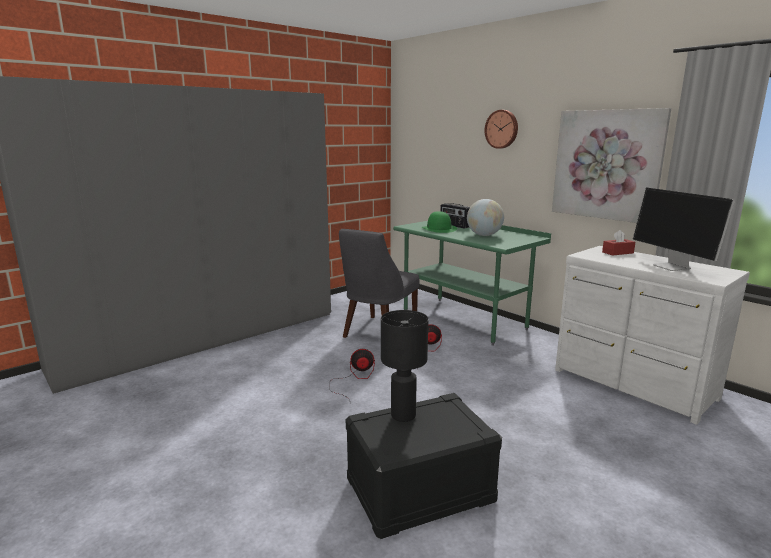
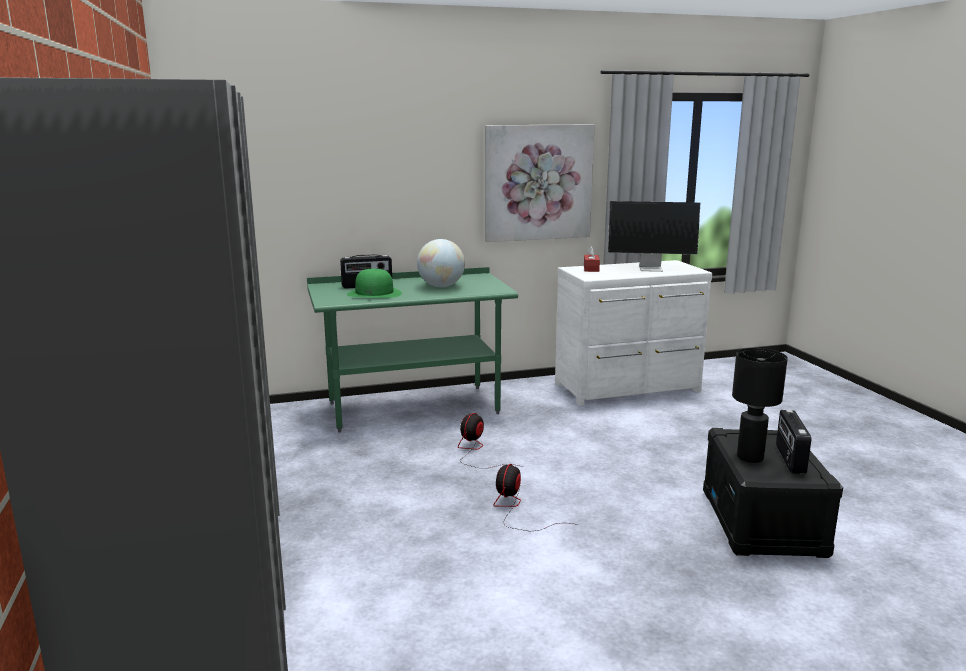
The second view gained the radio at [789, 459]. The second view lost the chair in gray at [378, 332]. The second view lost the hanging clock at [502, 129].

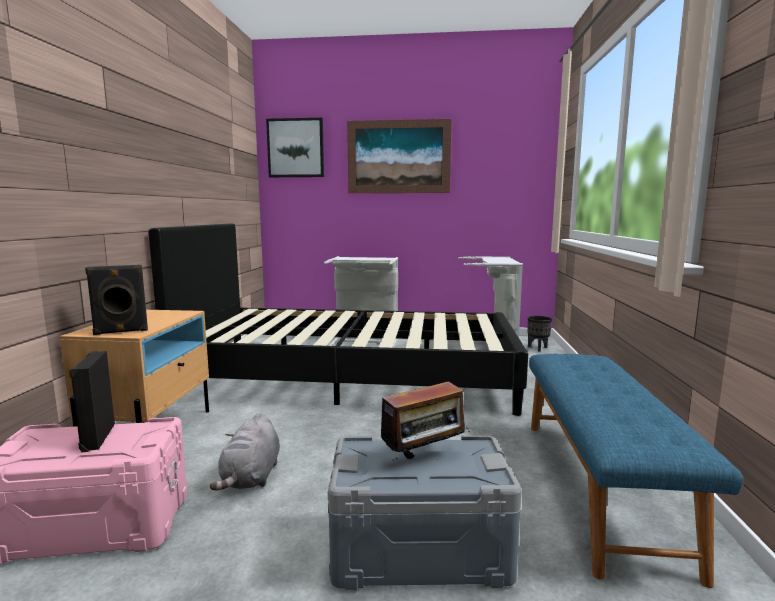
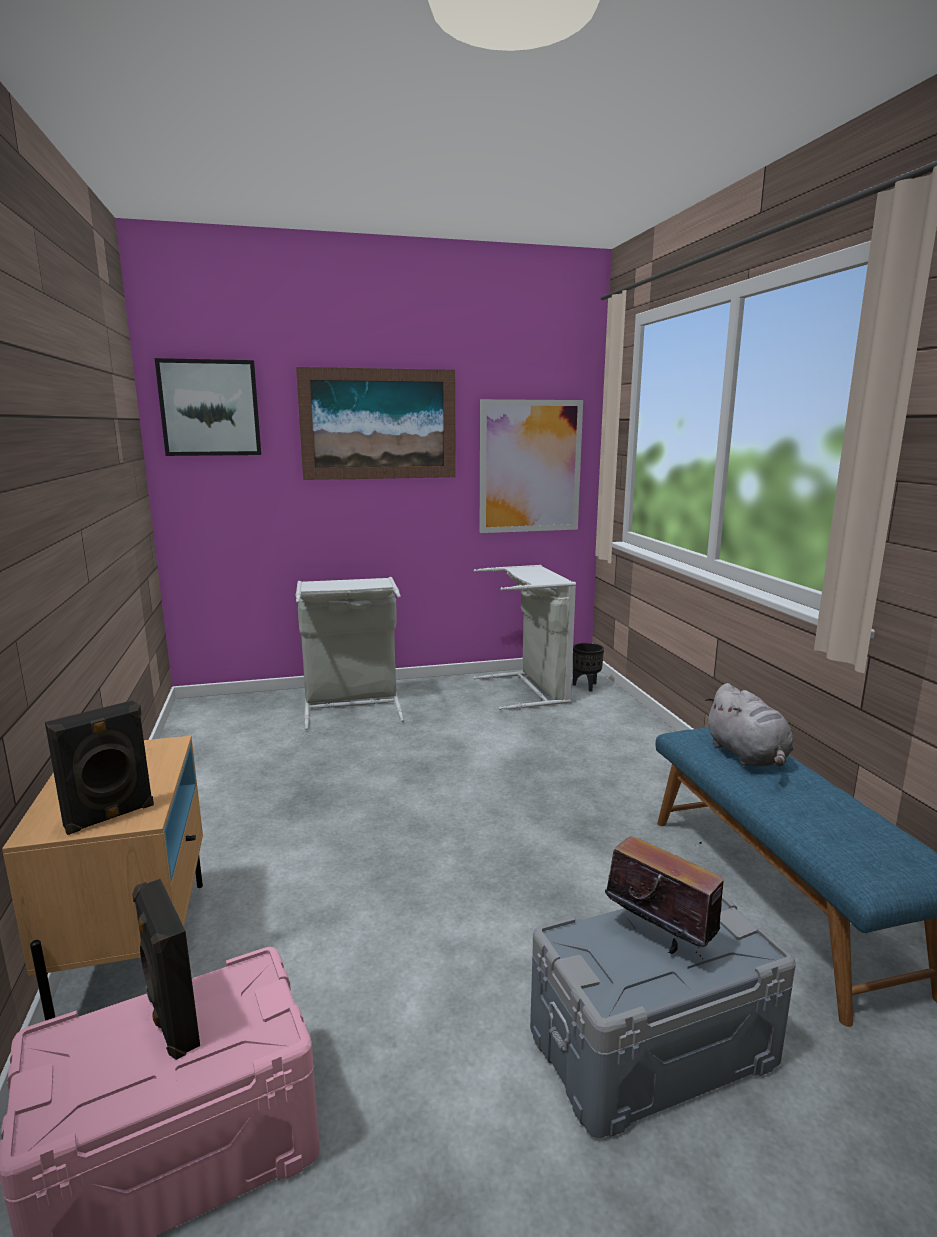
The second view gained the wall picture at [530, 466]. The radio at [424, 458] ended up facing another way, 90 degrees counterclockwise from before. The soft toy in gray ended up elsewhere, having gone from [251, 477] to [748, 756]. The second view lost the bedroom bed in black-coloured at [351, 378].

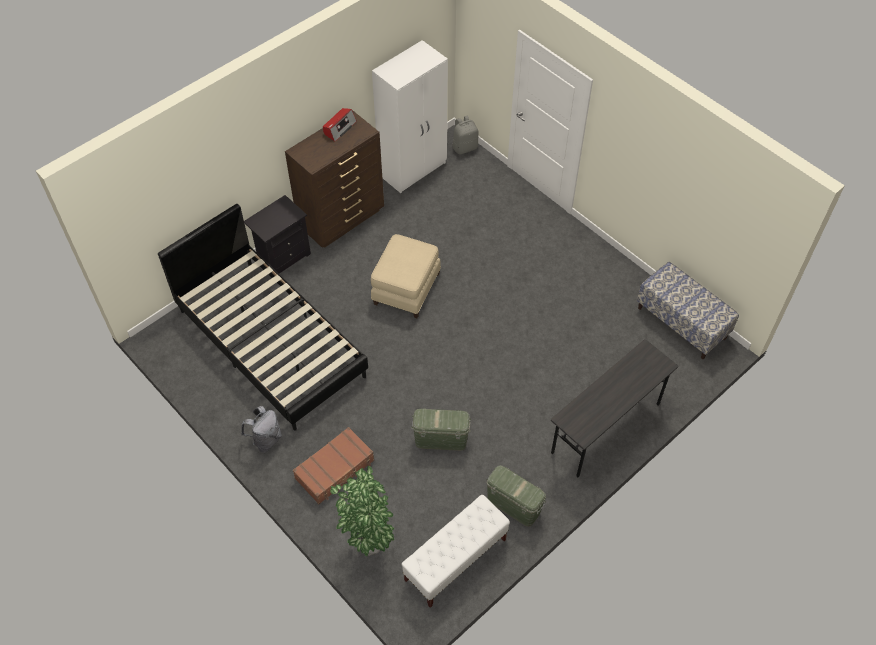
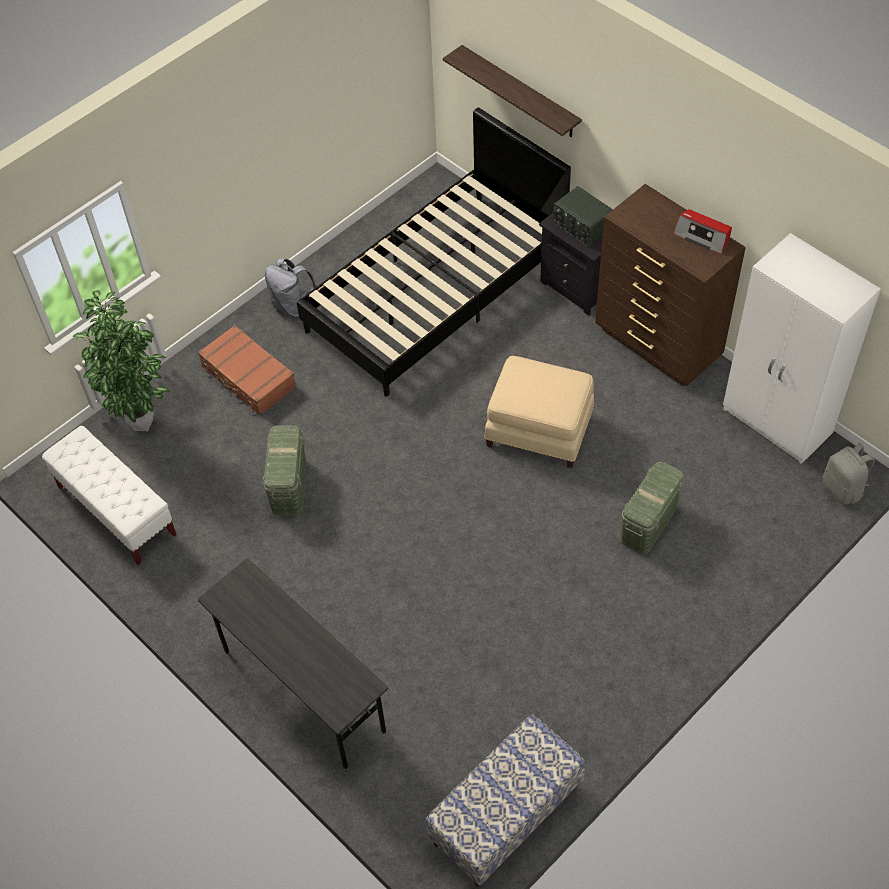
The second view gained the bracket shelf at [520, 92]. The second view gained the radio at [581, 226]. The storage container in green-coloured ended up elsewhere, having gone from [514, 505] to [649, 523].

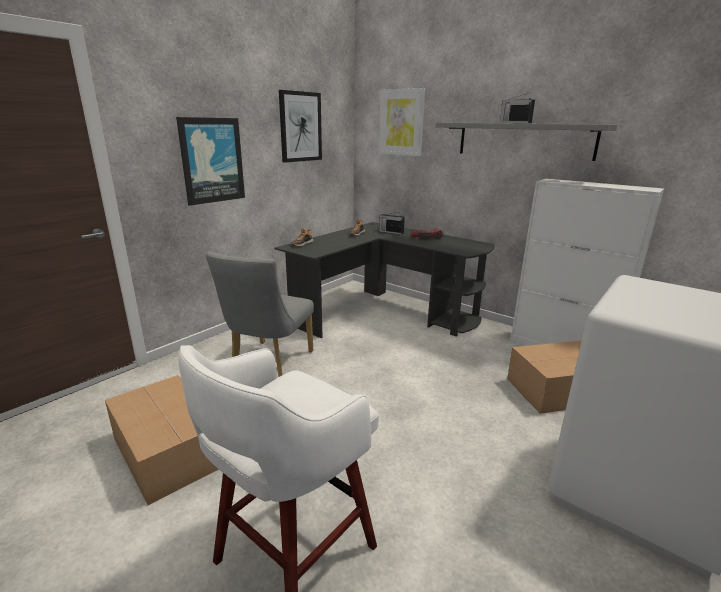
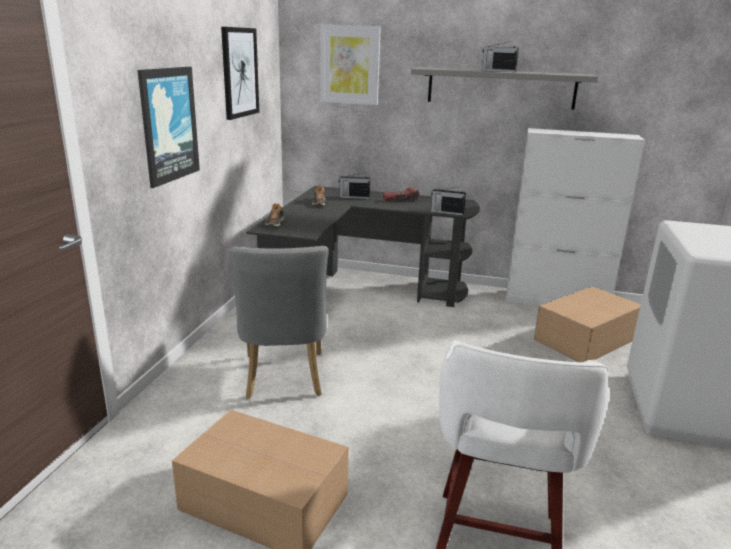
The second view gained the radio at [446, 212].

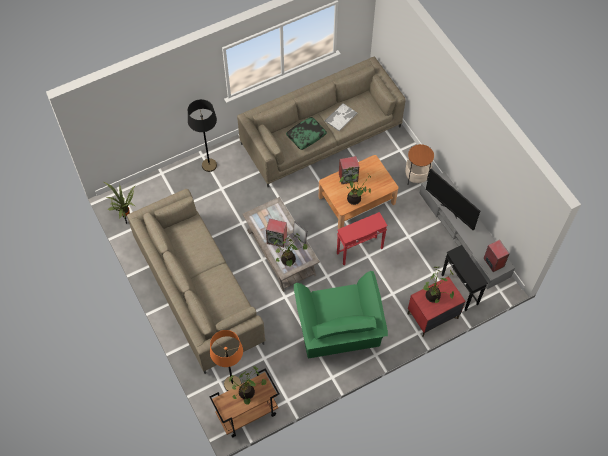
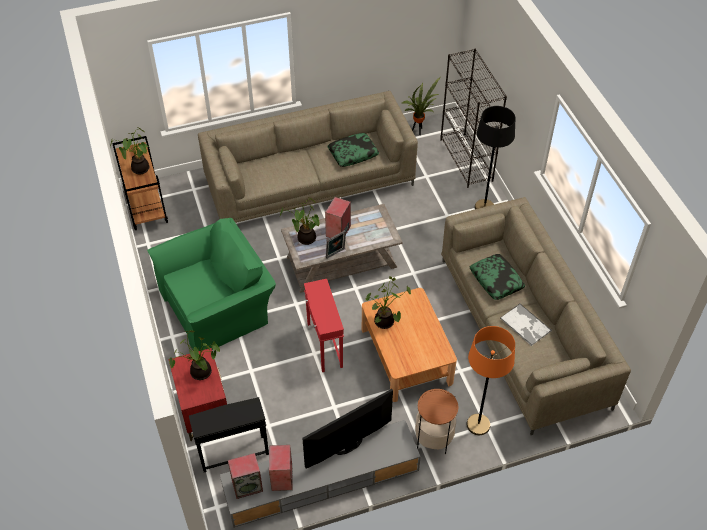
The armchair in green-coloured at [339, 329] ended up facing another way, 150 degrees clockwise from before. The speaker ended up elsewhere, having gone from [348, 177] to [282, 478]. The second view gained the throw pillow at [353, 153]. The second view gained the bookshelf in black-coloured at [466, 160]. The standard lamp in orange-coloured ended up elsewhere, having gone from [232, 384] to [478, 425].

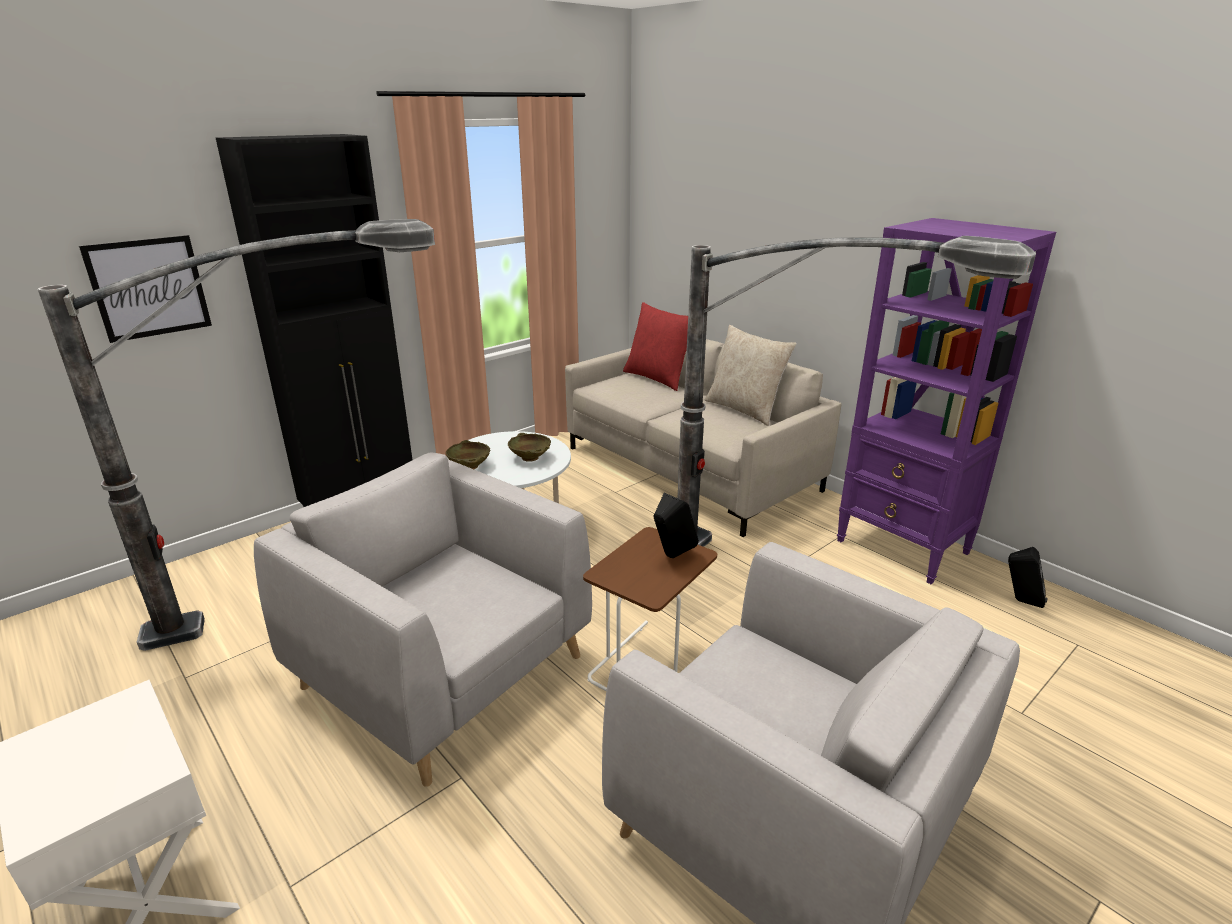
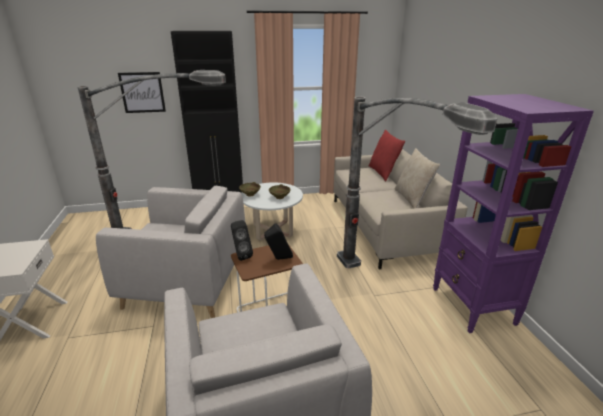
The armchair in gray at [443, 670] ended up facing another way, 120 degrees clockwise from before. The speaker in black-coloured ended up elsewhere, having gone from [1020, 601] to [241, 255].

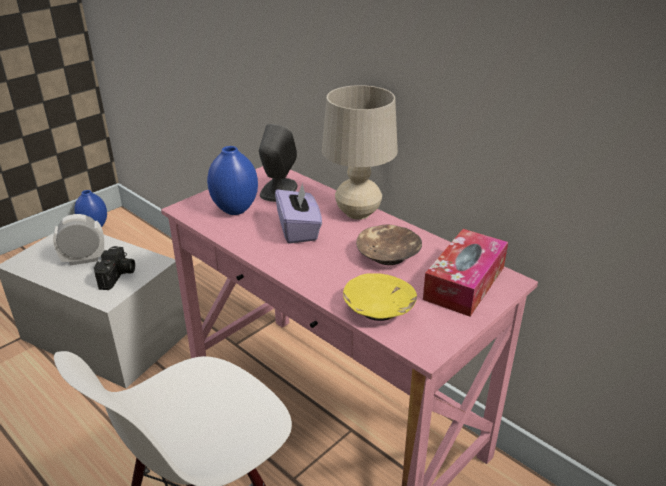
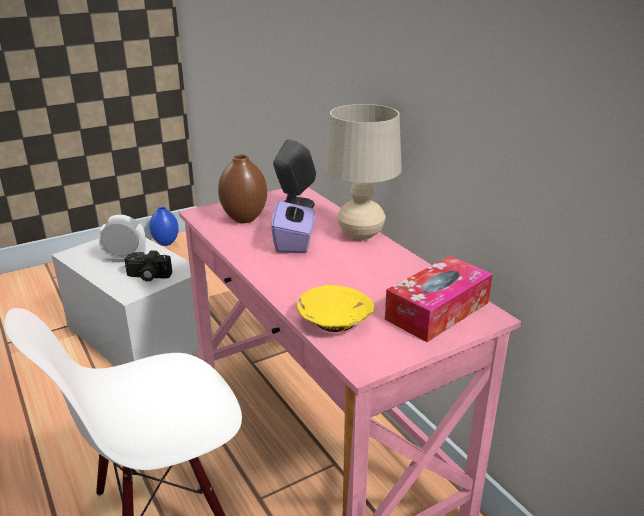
The photo camera at [118, 276] ended up facing another way, 75 degrees clockwise from before. What was the flower vase in bluish at [235, 210] turned into the flower vase in brown at [244, 219]. The second view lost the serving bowl in brown at [388, 255].

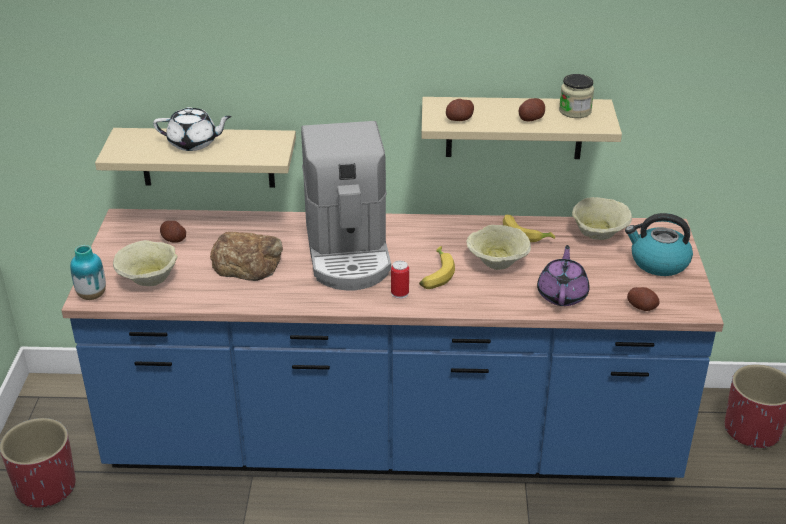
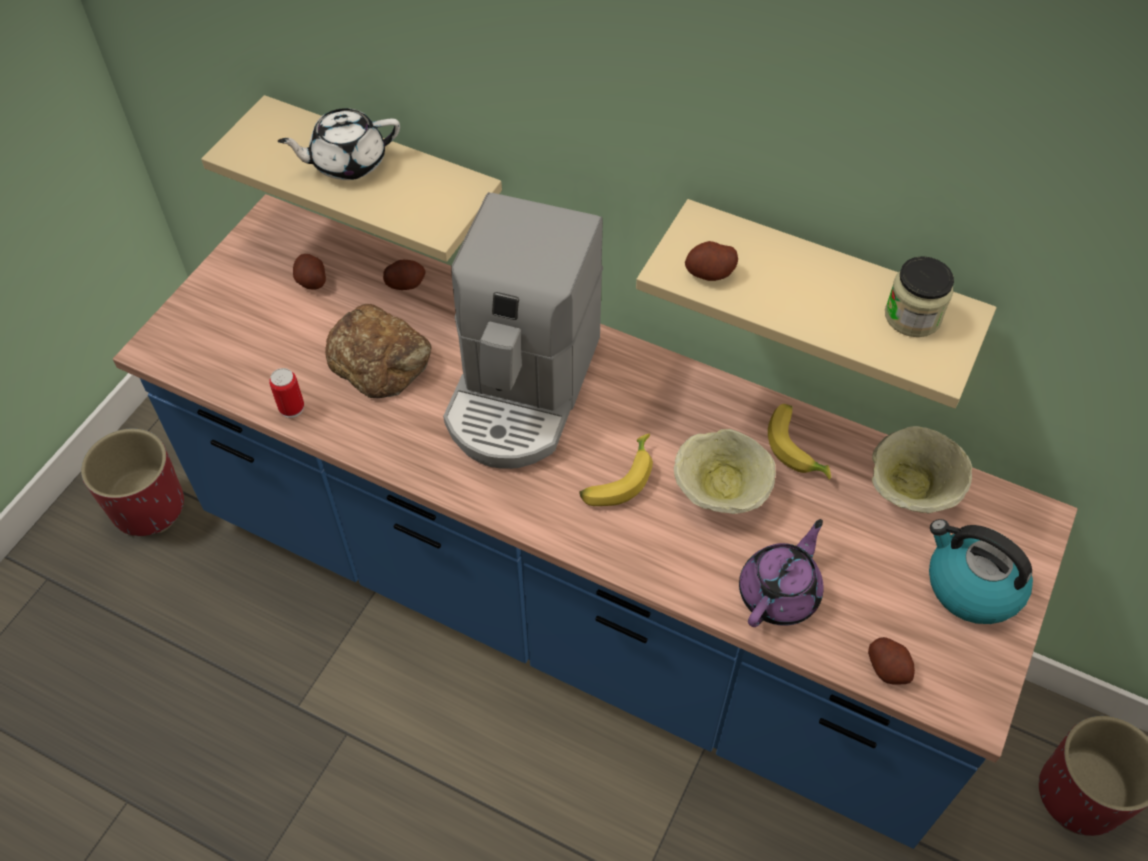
The sealed can ended up elsewhere, having gone from [399, 293] to [291, 408]. The teapot in whitish at [194, 143] ended up facing another way, 135 degrees clockwise from before. The spud ended up elsewhere, having gone from [530, 119] to [405, 283]. The second view lost the flower vase at [92, 295]. The second view lost the serving bowl in beige-coloured at [149, 278].

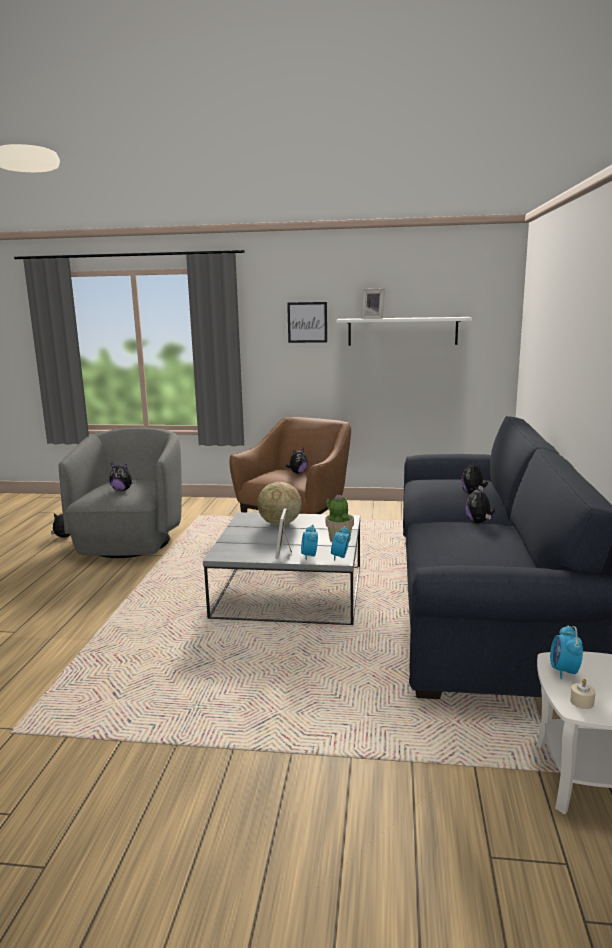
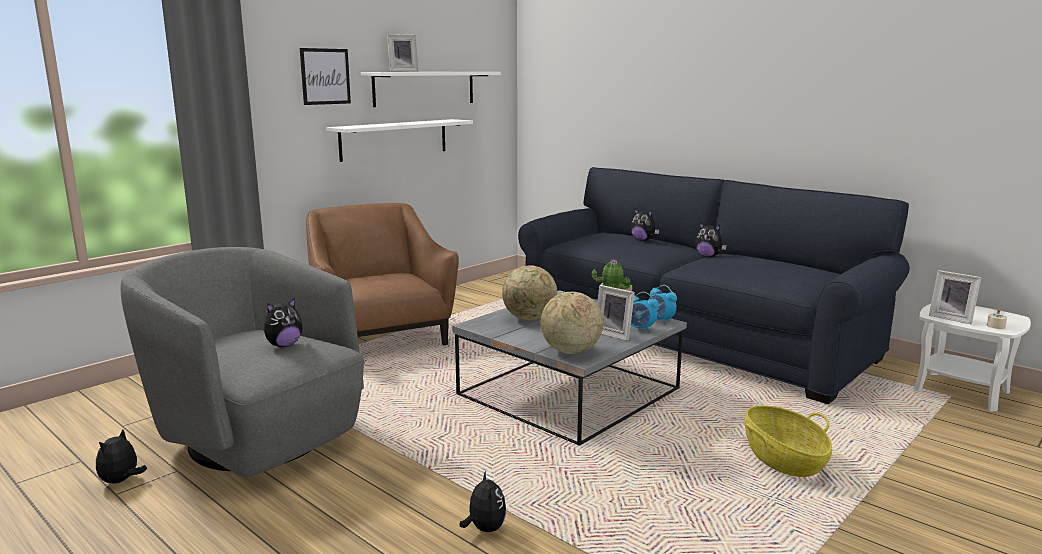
The second view gained the bracket shelf in whitish at [394, 139]. The soft toy ended up elsewhere, having gone from [298, 473] to [484, 528]. The second view gained the desk globe at [570, 351]. The second view gained the storage basket at [783, 460]. Where the alarm clock stood at [564, 671], the picture frame came to stand at [951, 318].

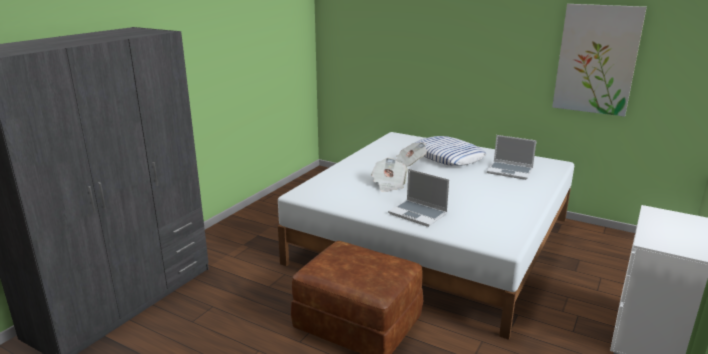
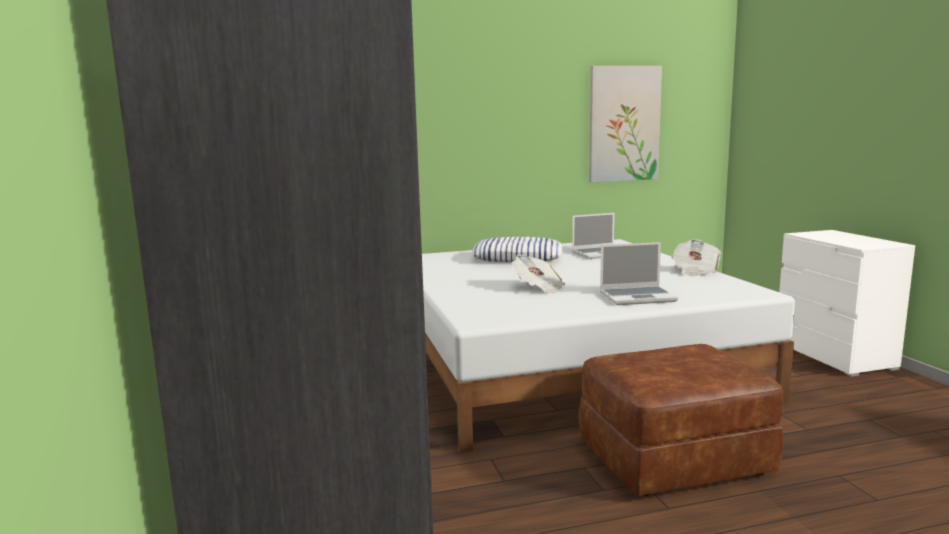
The printed paper ended up elsewhere, having gone from [408, 164] to [695, 271].

